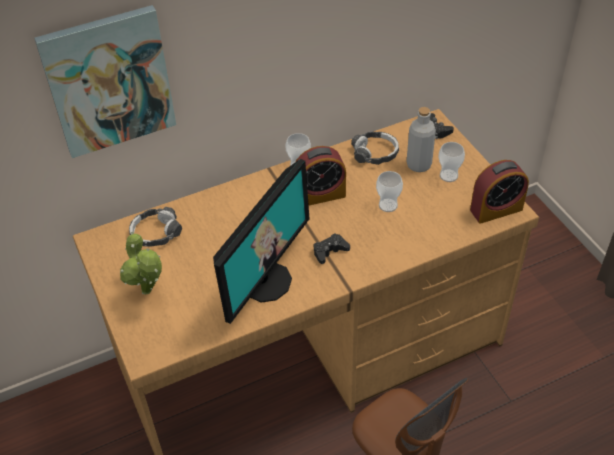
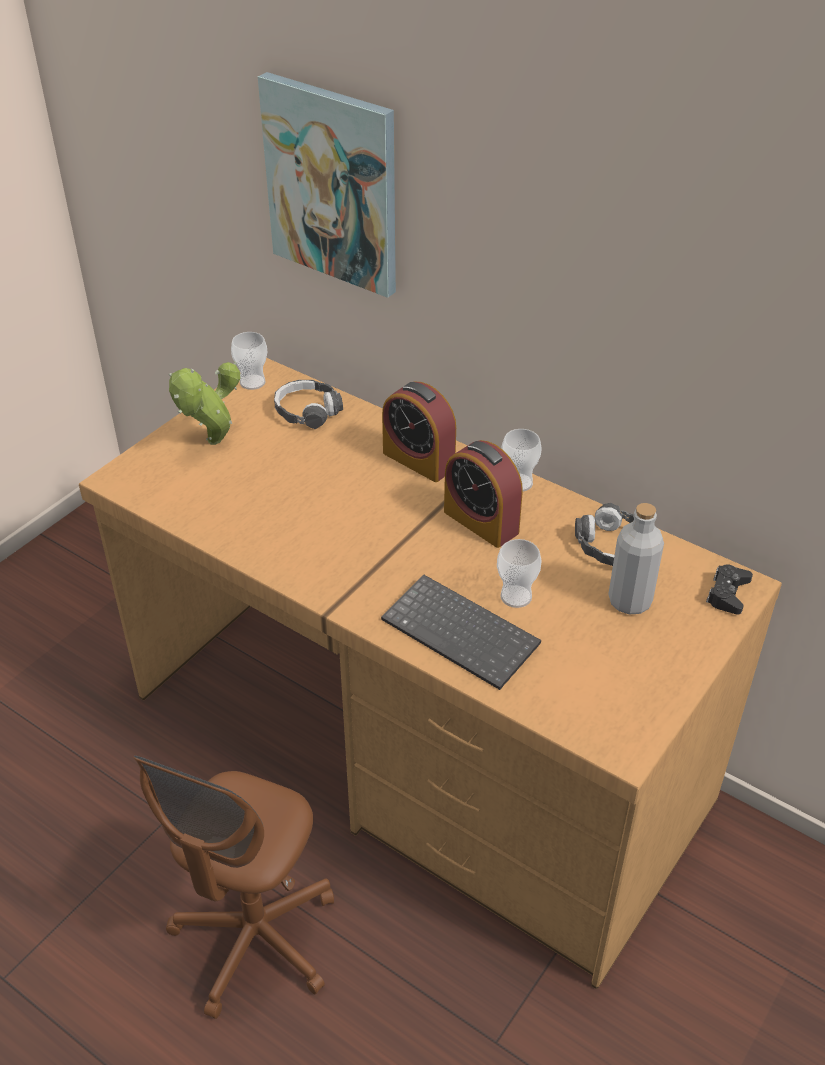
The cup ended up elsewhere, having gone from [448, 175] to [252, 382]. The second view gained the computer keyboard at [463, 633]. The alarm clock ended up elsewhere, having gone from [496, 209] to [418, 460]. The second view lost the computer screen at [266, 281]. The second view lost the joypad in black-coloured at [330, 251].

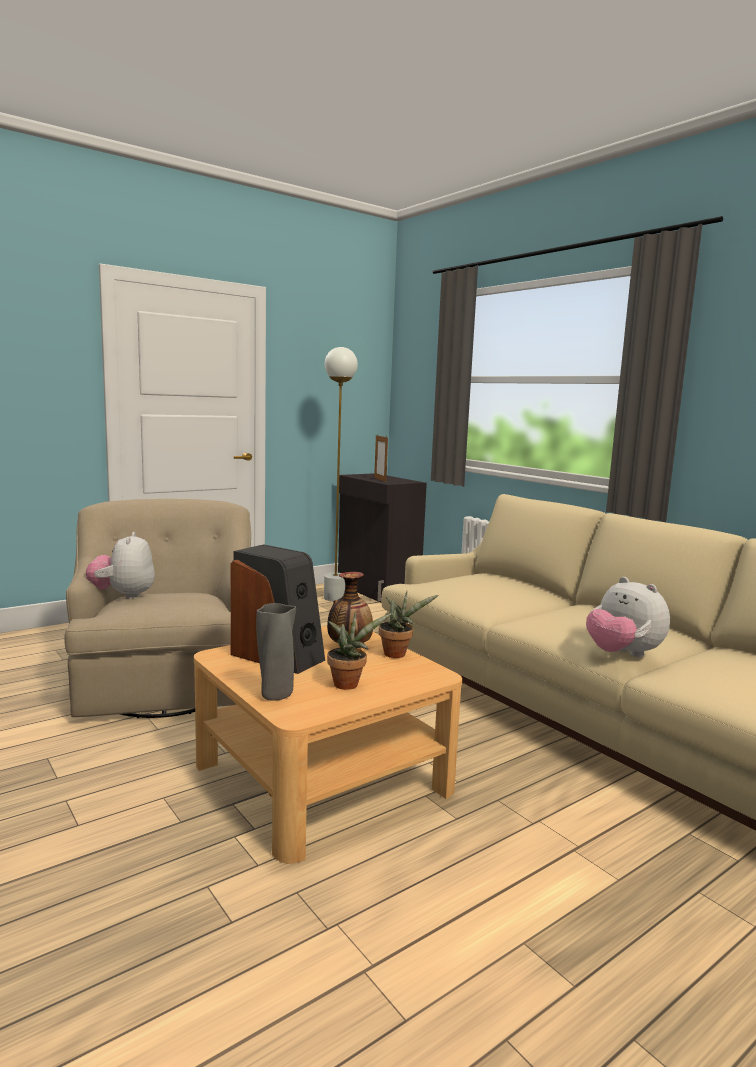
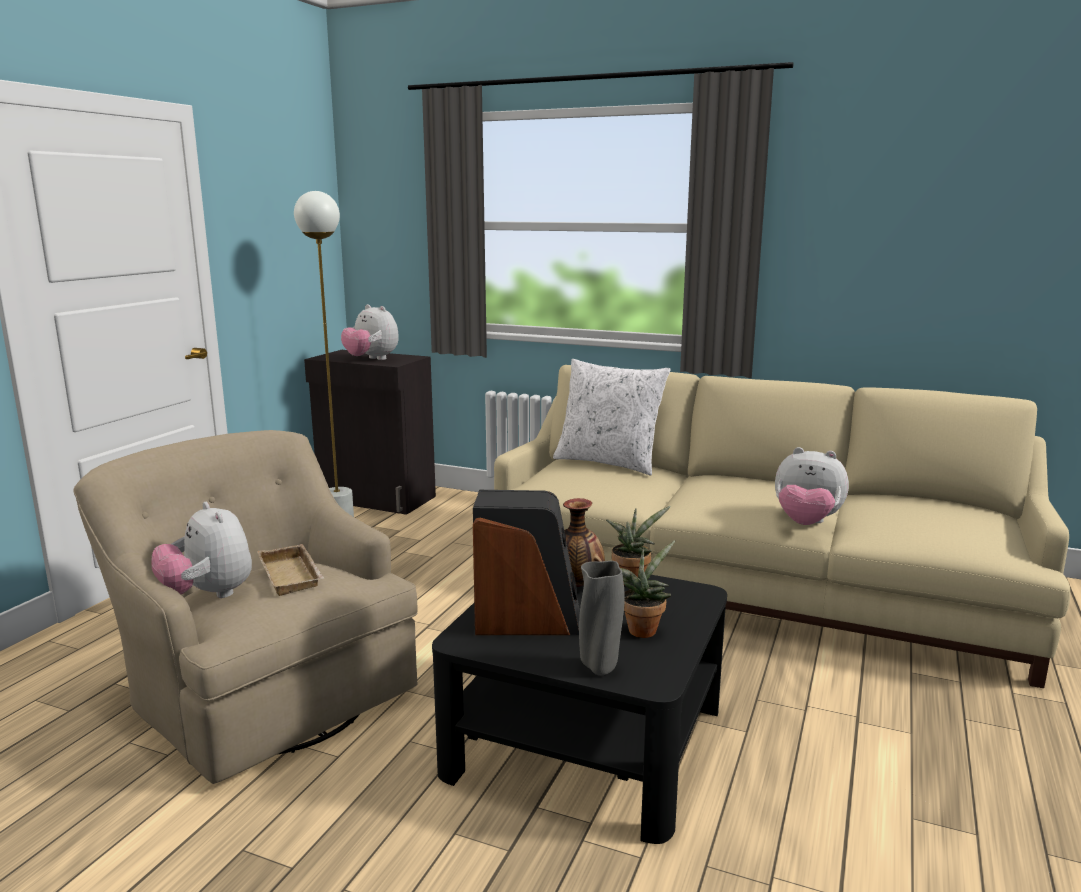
The second view gained the carrying tray in beige-coloured at [293, 575]. Where the picture frame stood at [380, 479], the soft toy came to stand at [371, 359]. What was the coffee table in beige-coloured at [323, 777] turned into the coffee table in black-coloured at [587, 739]. The second view gained the throw pillow in whitish at [608, 462].

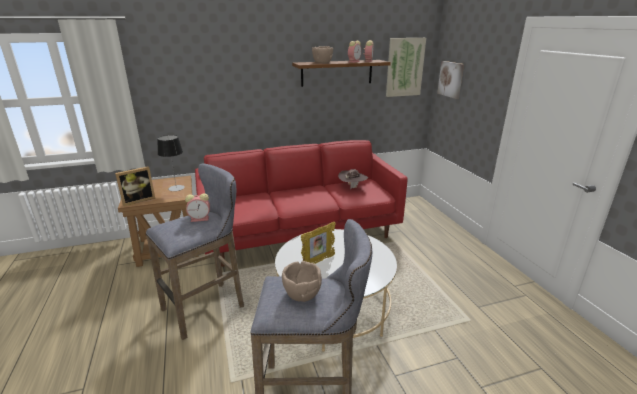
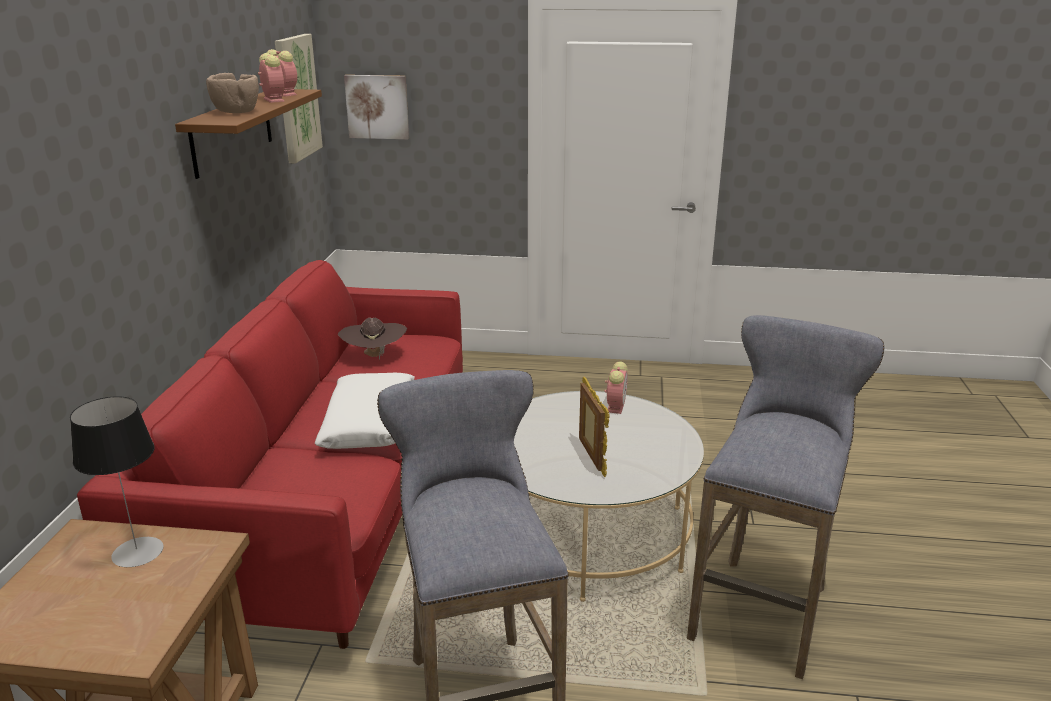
The second view gained the throw pillow in whitish at [369, 423]. The alarm clock ended up elsewhere, having gone from [200, 219] to [615, 405]. The second view lost the picture frame at [138, 200]. The second view lost the serving bowl in brown at [301, 293].

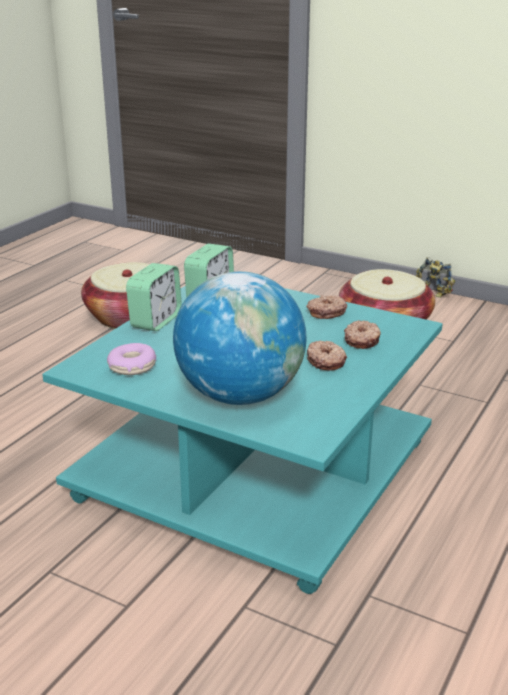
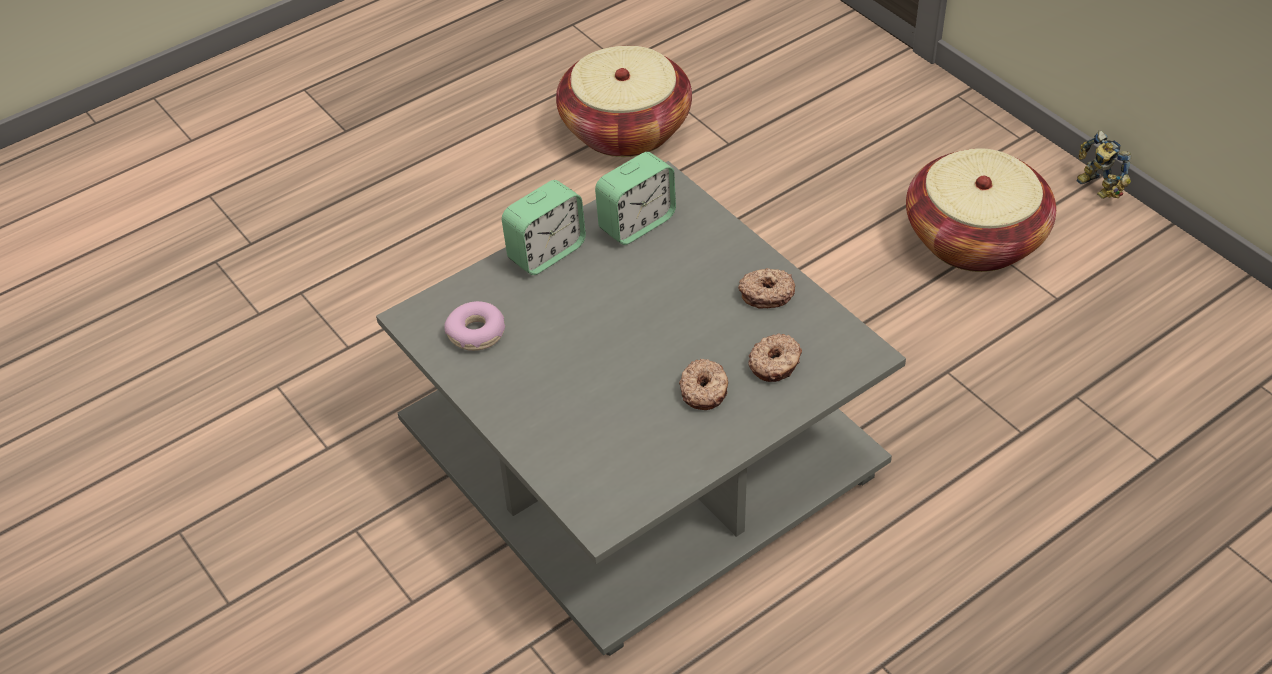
What was the coffee table in blue-green at [252, 469] turned into the coffee table in gray at [642, 453]. The second view lost the desk globe at [240, 395].

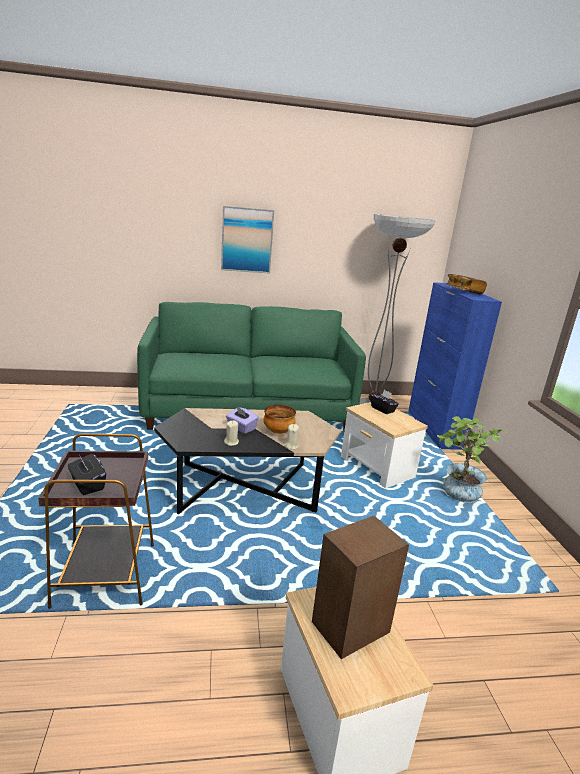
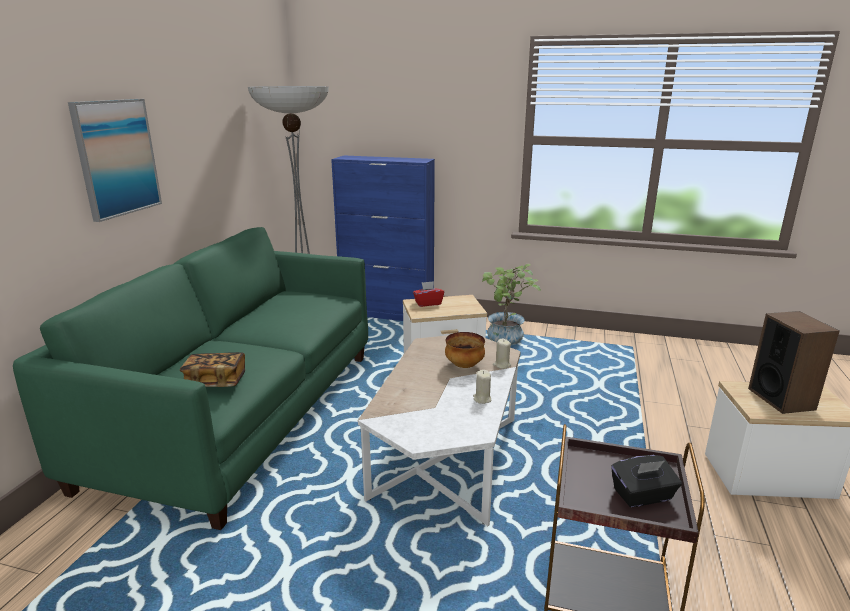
The bound book ended up elsewhere, having gone from [463, 292] to [216, 382]. What was the coffee table in black-coloured at [246, 487] turned into the coffee table in whitish at [446, 458]. What was the tissue box in black-coloured at [383, 409] turned into the tissue box in reddish at [428, 303]. The second view lost the tissue box in purple-coloured at [241, 428].

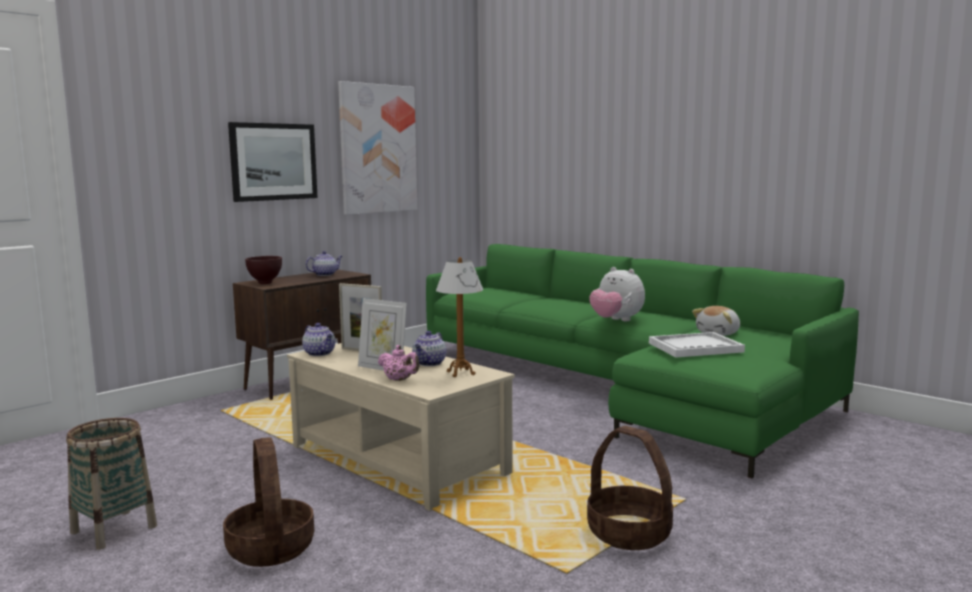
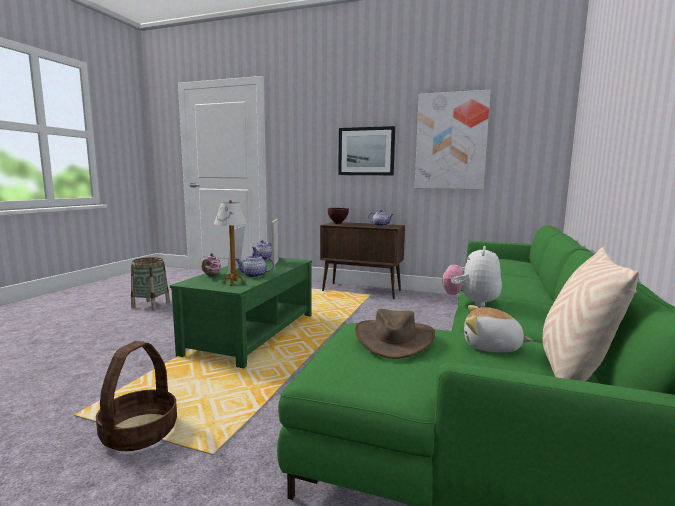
What was the coffee table in beige-coloured at [399, 459] turned into the coffee table in green-coloured at [253, 334]. Where the carrying tray in whitish stood at [695, 347], the hat in brown came to stand at [393, 339]. The second view gained the throw pillow in beige-coloured at [573, 370]. The second view lost the storage basket at [270, 548].

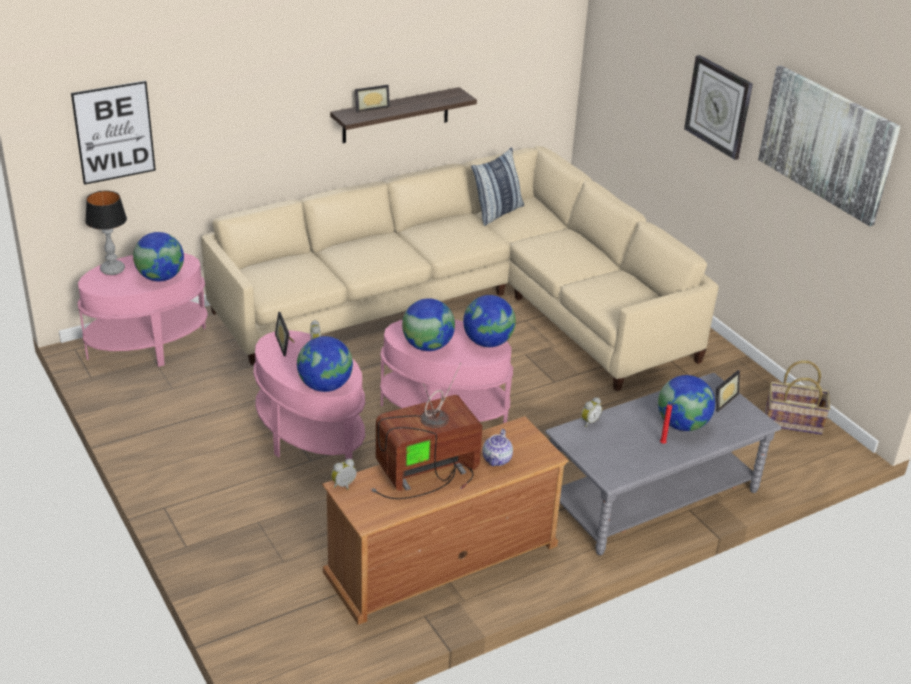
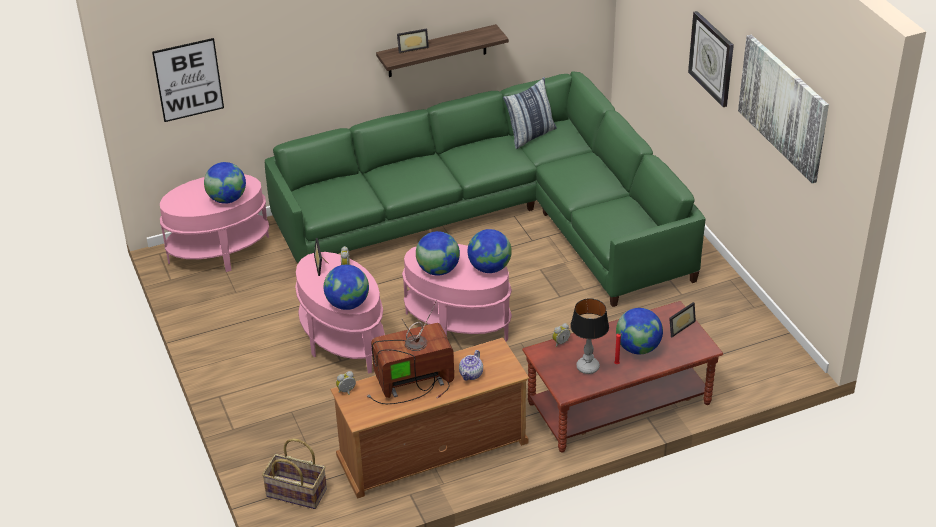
The storage basket ended up elsewhere, having gone from [792, 422] to [296, 493]. What was the couch in beige-coloured at [468, 302] turned into the couch in green-coloured at [500, 217]. What was the coffee table in gray at [653, 495] turned into the coffee table in brown at [619, 403]. The table lamp ended up elsewhere, having gone from [112, 270] to [587, 367].

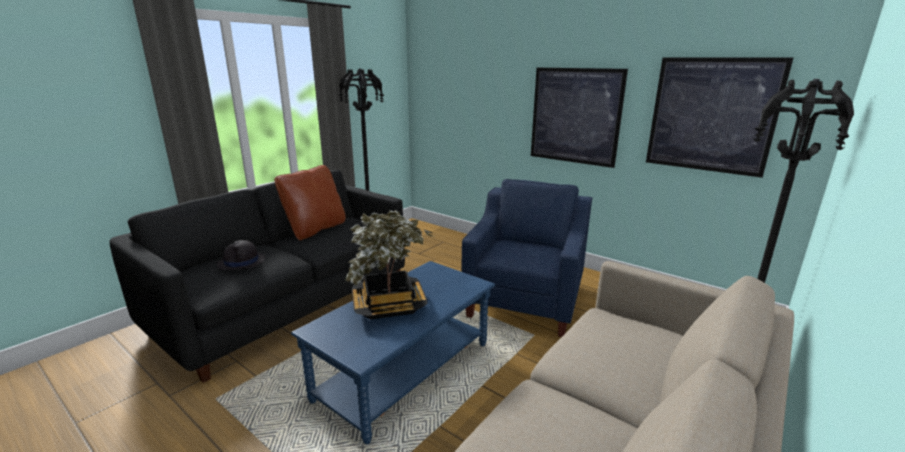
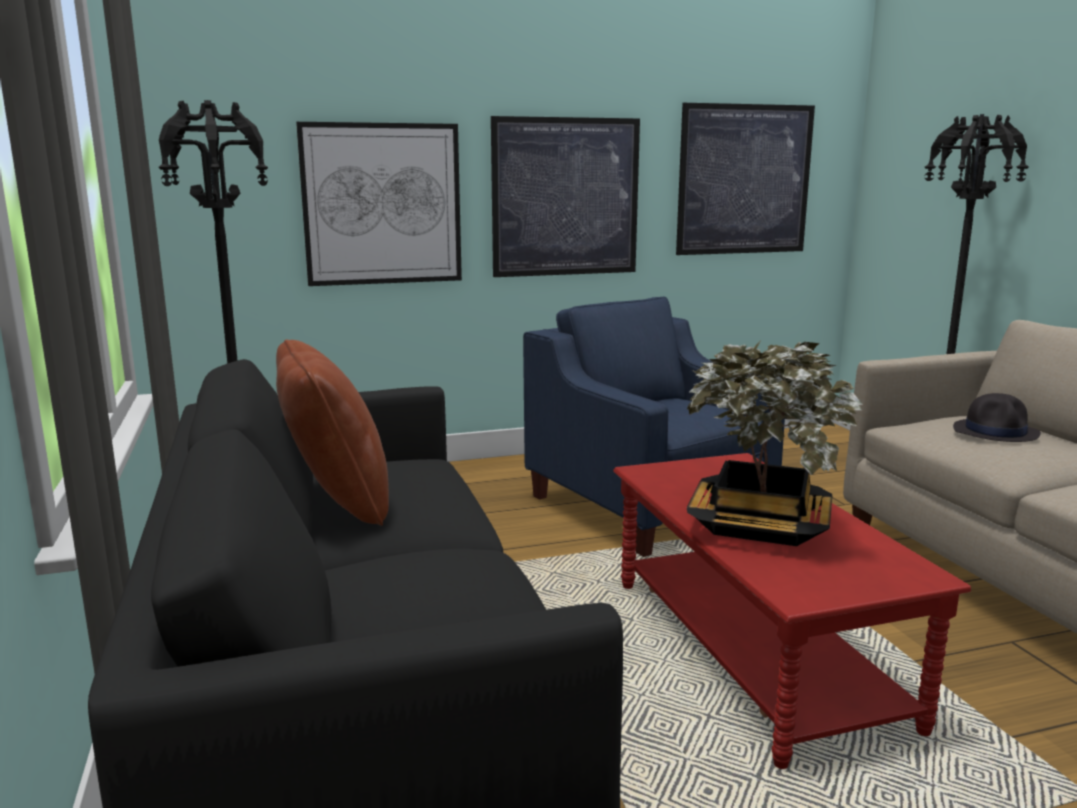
The second view gained the wall picture at [382, 204]. What was the coffee table in bluish at [405, 370] turned into the coffee table in reddish at [753, 649]. The hat in black-coloured ended up elsewhere, having gone from [241, 262] to [996, 432].

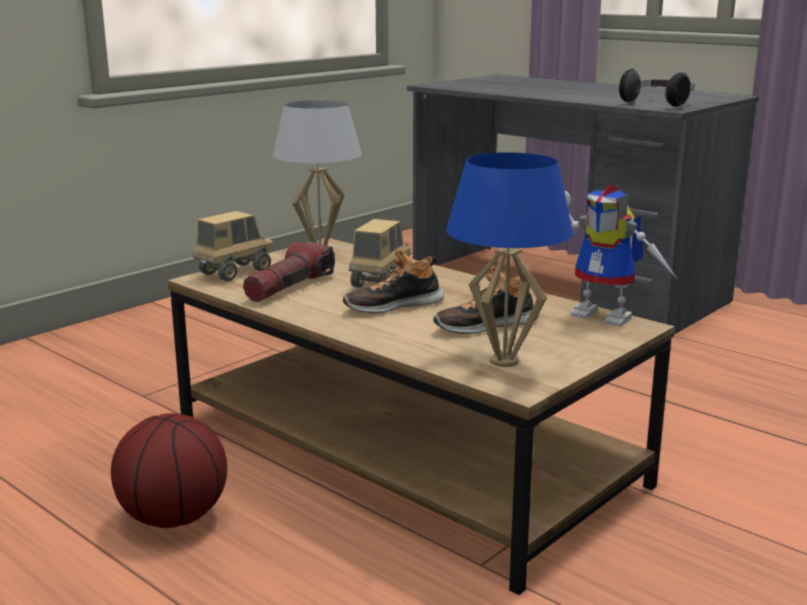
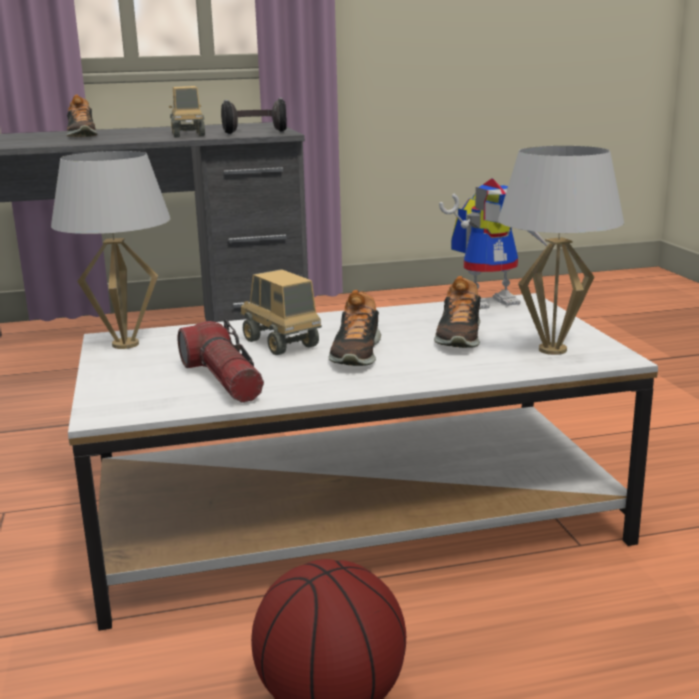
The second view gained the shoe at [82, 135]. What was the coffee table in brown at [404, 452] turned into the coffee table in whitish at [353, 515]. The toy lorry ended up elsewhere, having gone from [235, 272] to [188, 135]. What was the table lamp in bluish at [503, 361] turned into the table lamp in whitish at [553, 350].

